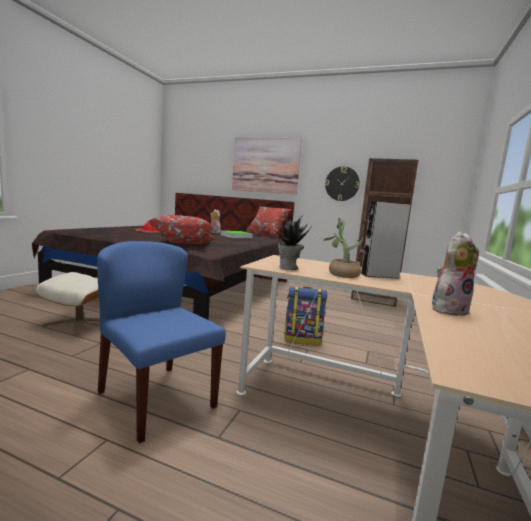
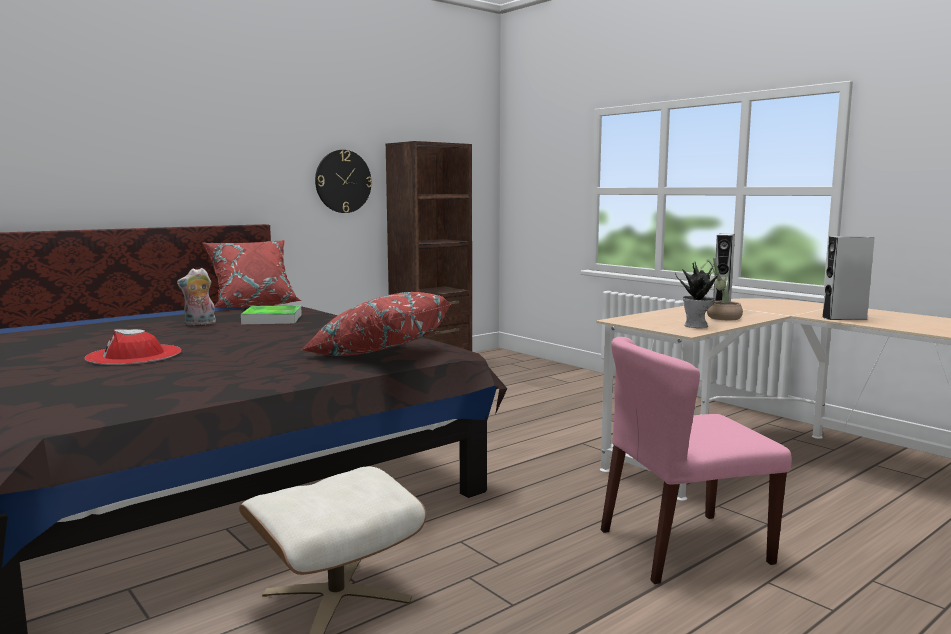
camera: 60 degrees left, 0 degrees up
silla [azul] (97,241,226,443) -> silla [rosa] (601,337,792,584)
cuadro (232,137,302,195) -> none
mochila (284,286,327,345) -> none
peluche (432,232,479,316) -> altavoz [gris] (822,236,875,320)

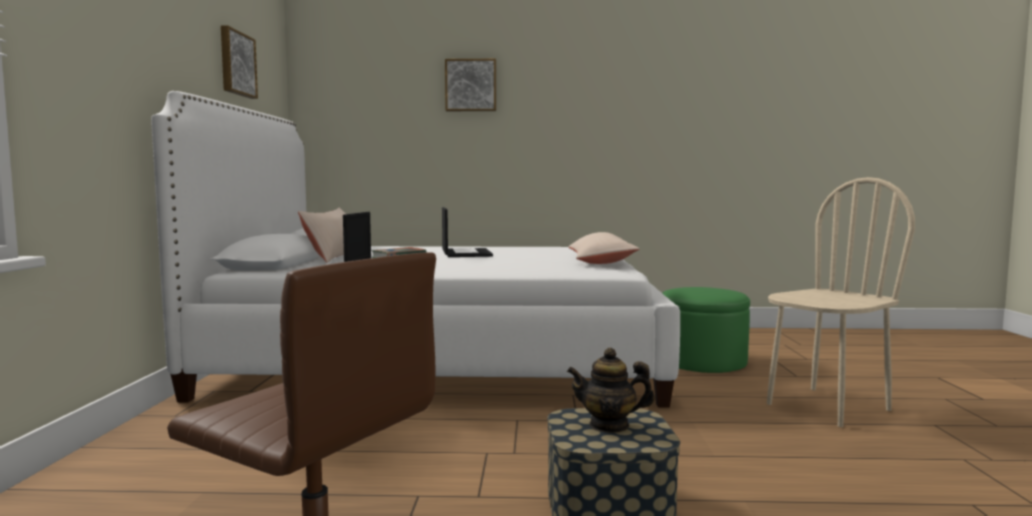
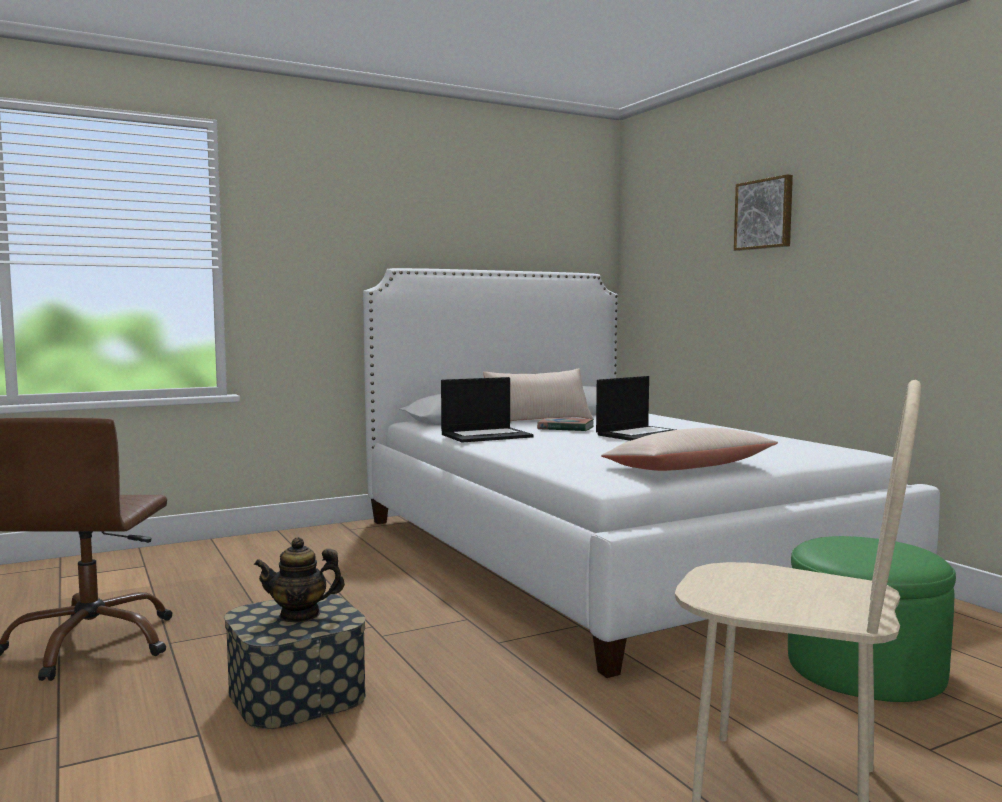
camera: 60 degrees right, 0 degrees up
cuadro (221,26,258,99) -> none
tetera (567,348,655,433) -> tetera (254,537,345,623), 75 degrees counterclockwise

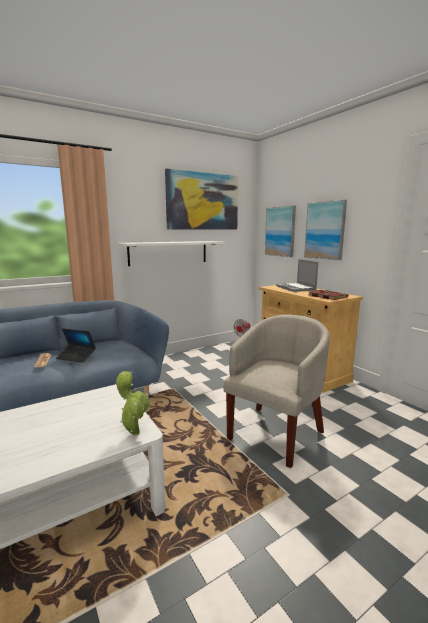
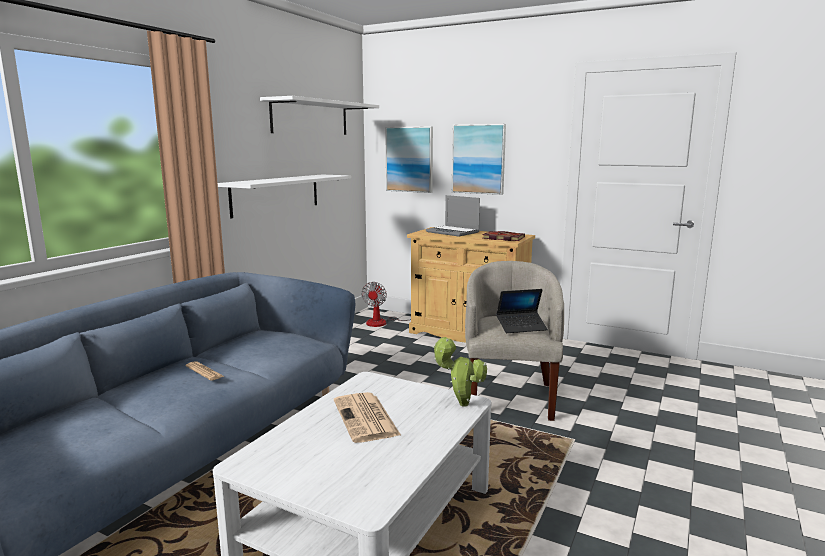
camera: 30 degrees left, 0 degrees up
portátil (56,328,96,363) -> portátil (496,289,548,333), shifted
cuadro (165,168,238,230) -> estante [blanco] (260,96,379,135)
none -> periódico (334,392,401,443)

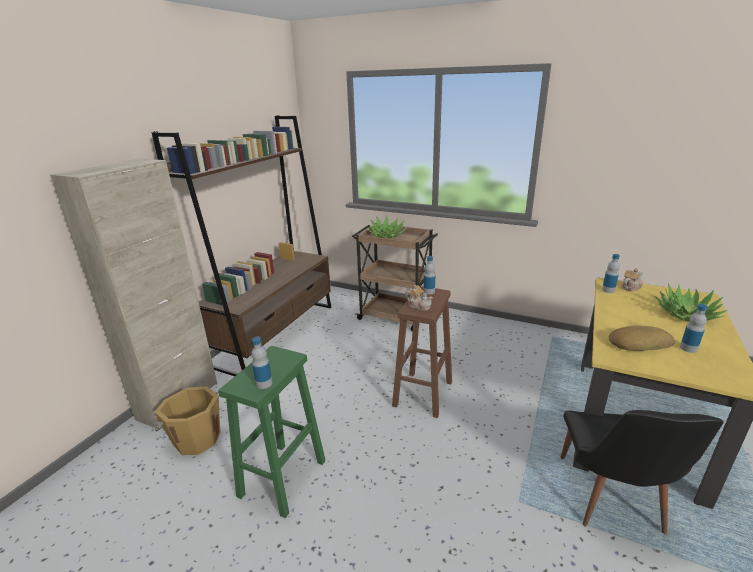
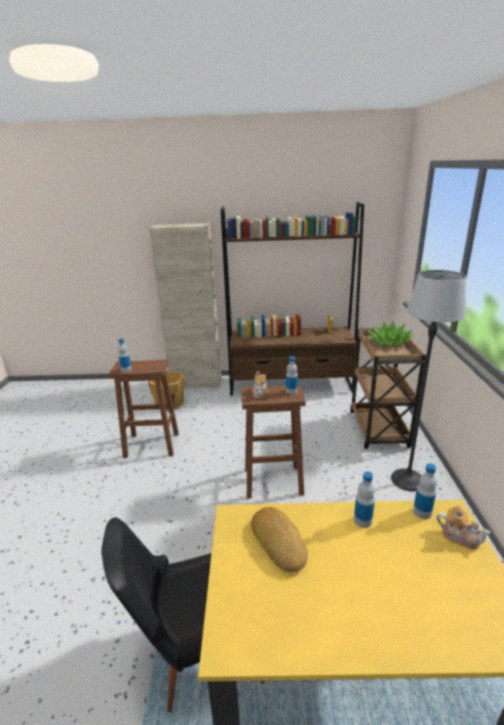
camera: 65 degrees right, 0 degrees up
taburete [verde] (218,346,326,518) -> taburete [marrón] (109,359,179,458)
planta en maceta (655,284,728,322) -> none
botella (680,304,708,353) -> botella (354,471,375,528), shifted
none -> lámpara de pie (391,270,466,492)

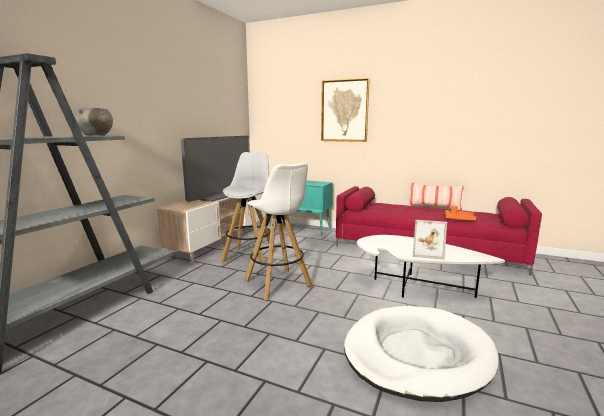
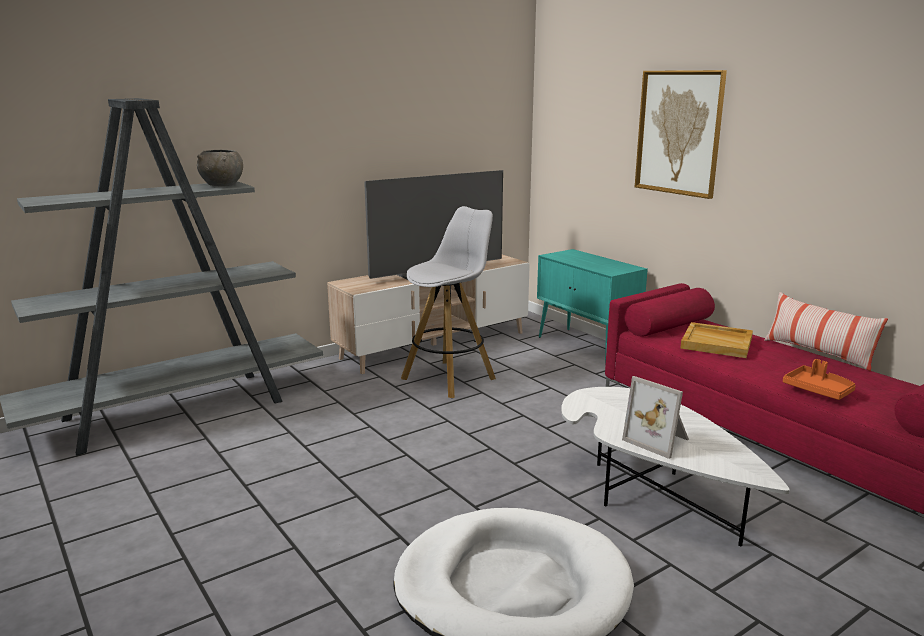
camera: 30 degrees right, 5 degrees up
taburete [blanco] (244,163,313,300) -> none
none -> bandeja [beis] (680,322,753,358)

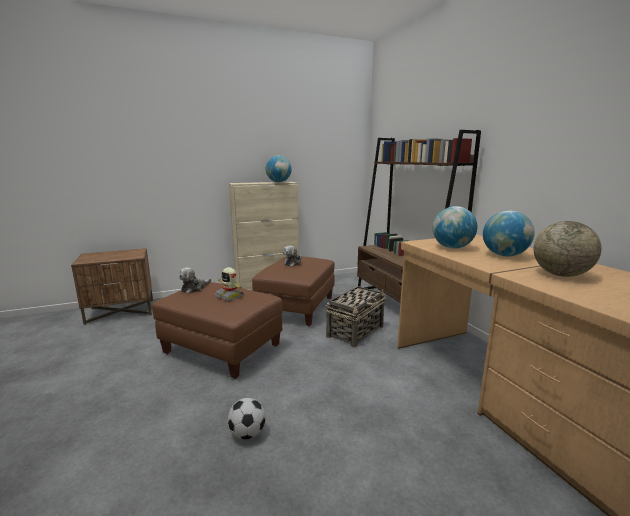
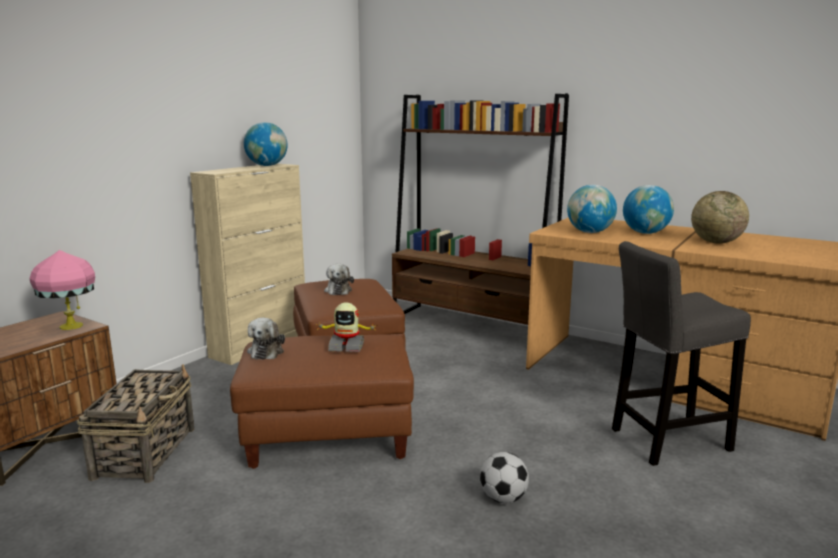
camera: 35 degrees left, 0 degrees up
cesta (325,286,386,347) -> cesta (77,364,194,483), shifted
none -> lámpara de mesa [rosa] (30,250,95,330)
none -> taburete [gris] (612,241,751,466)

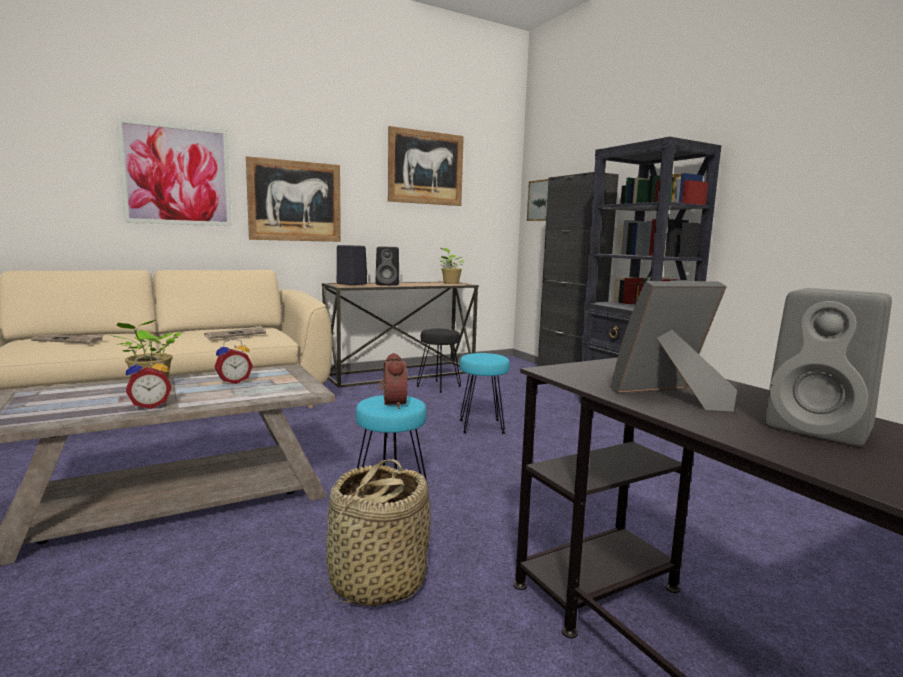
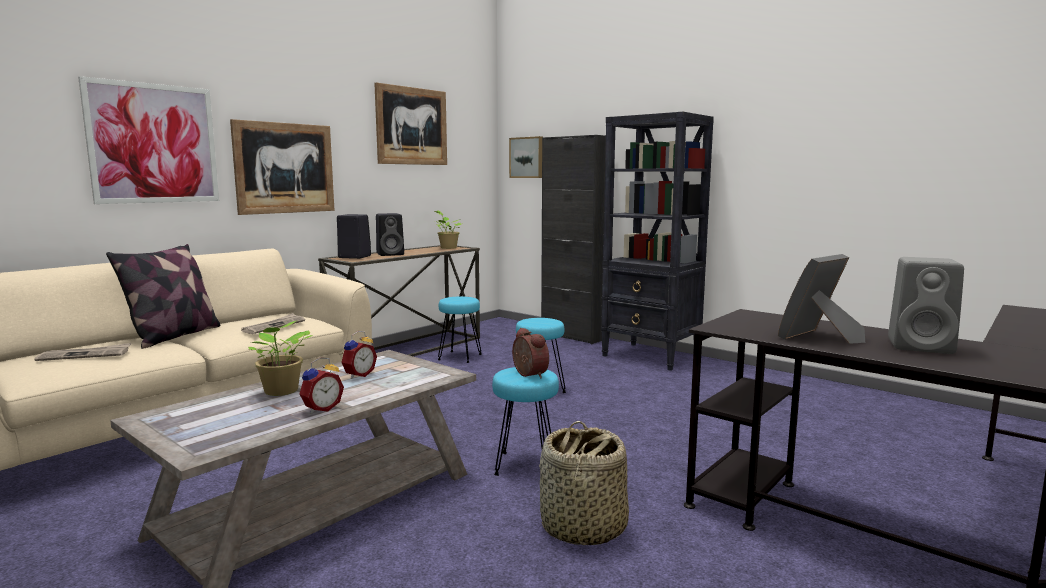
camera: 20 degrees left, 0 degrees up
taburete [negro] (416,328,461,393) -> taburete [turquesa] (438,296,482,363)
none -> cojín (106,244,220,349)

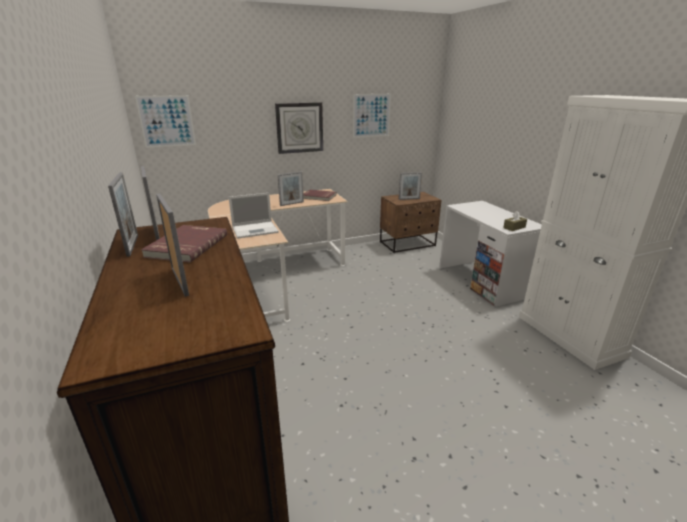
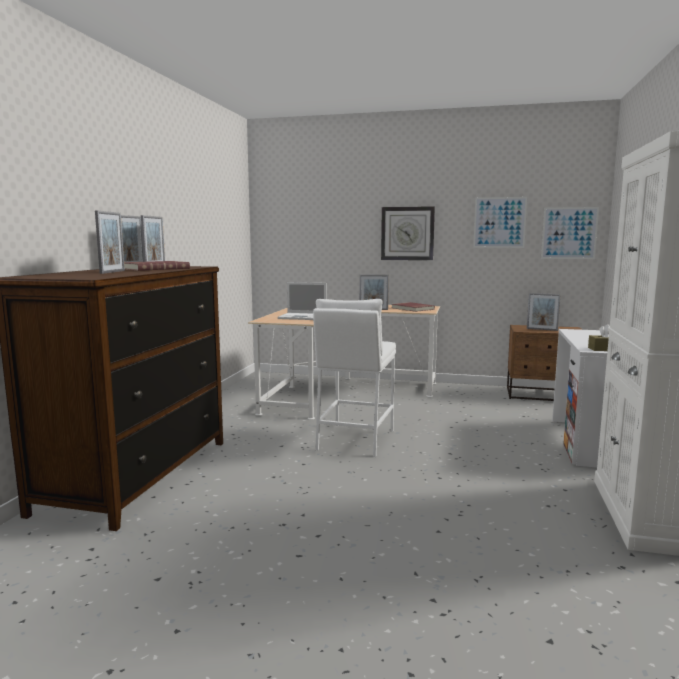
camera: 35 degrees right, 15 degrees down
cuadro (135,95,196,148) -> cuadro (541,207,599,259), shifted
none -> taburete [blanco] (313,299,396,457)

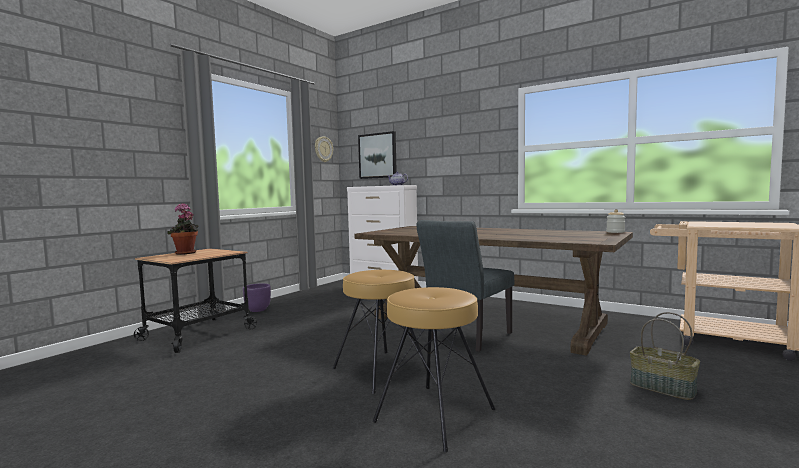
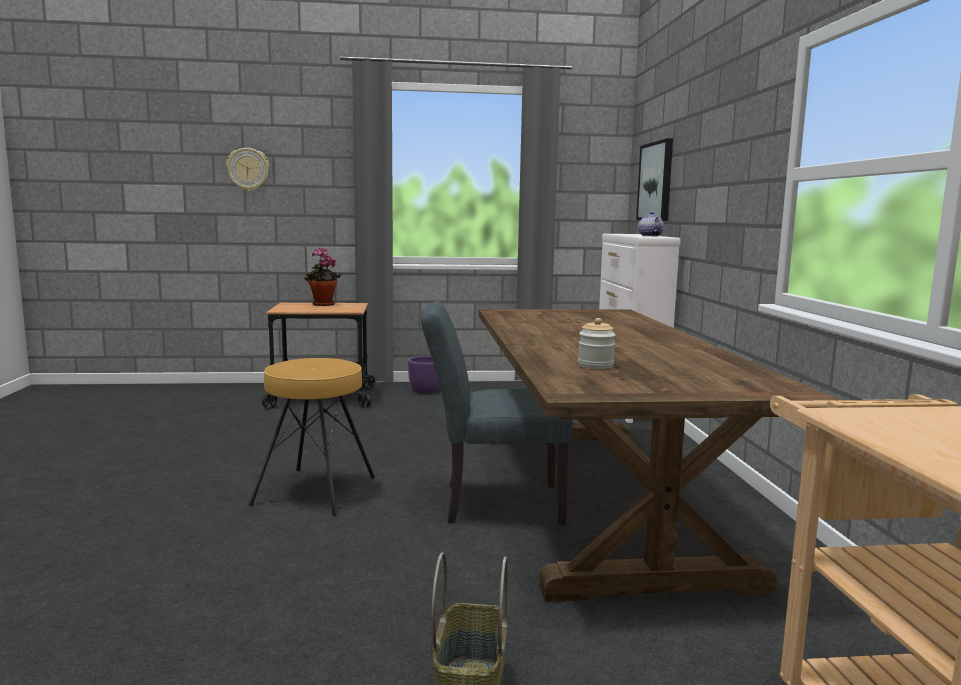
camera: 50 degrees right, 5 degrees up
reloj de pared (315,136,333,162) -> reloj de pared (226,148,270,191), shifted
taburete [marrón] (373,287,495,452) -> none
tarro (606,209,625,233) -> tarro (578,318,616,369), shifted

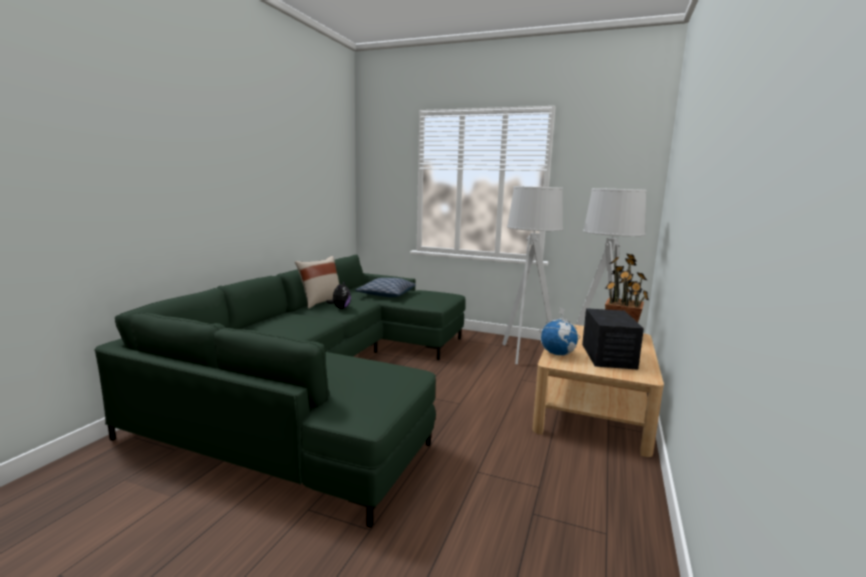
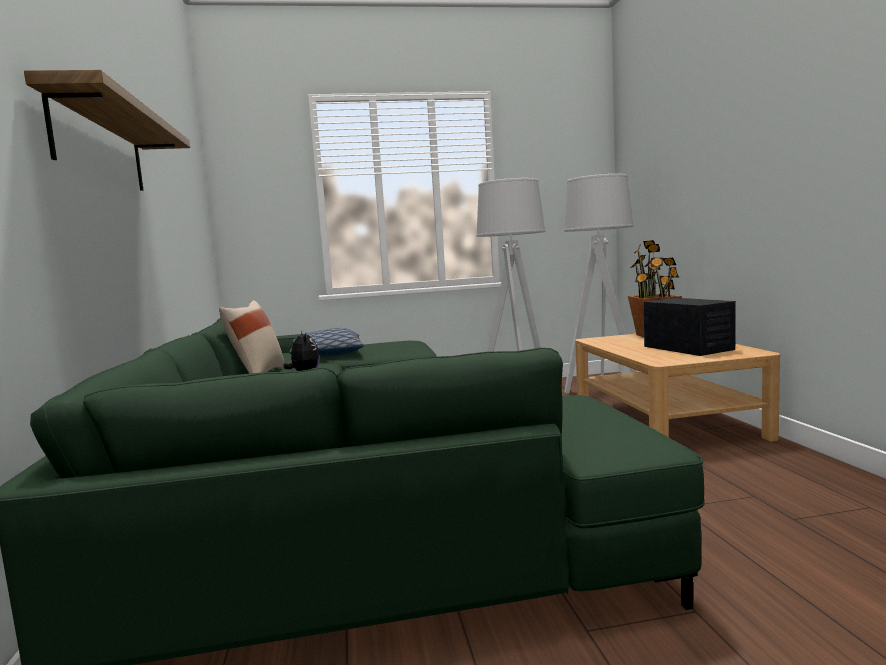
camera: 30 degrees left, 5 degrees down
globo terráqueo (539,308,580,356) -> none
none -> estante (24,70,190,191)

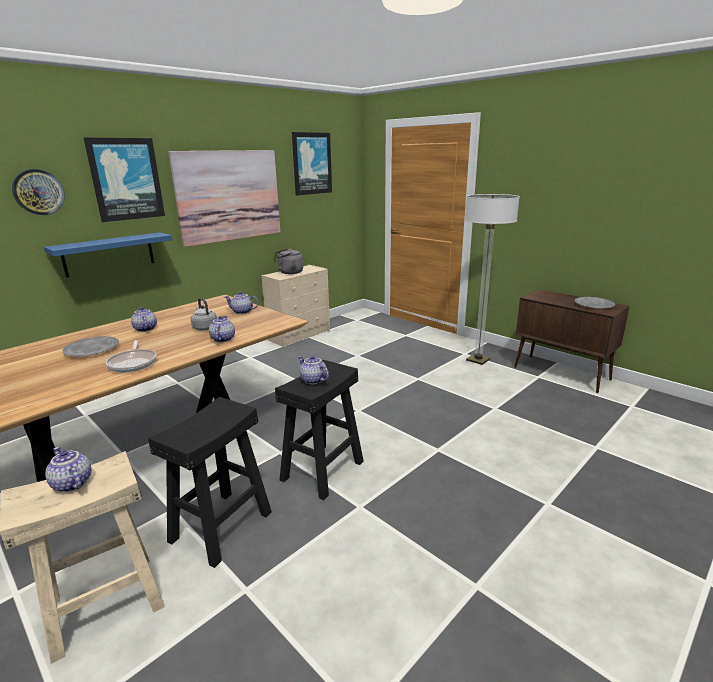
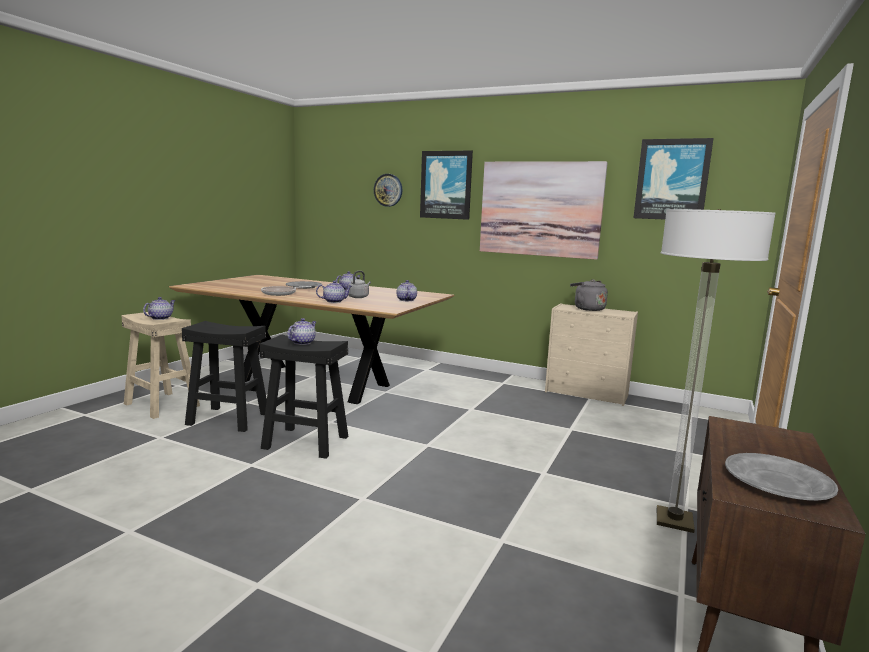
camera: 70 degrees right, 10 degrees down
estante [azul] (44,232,172,278) -> none

